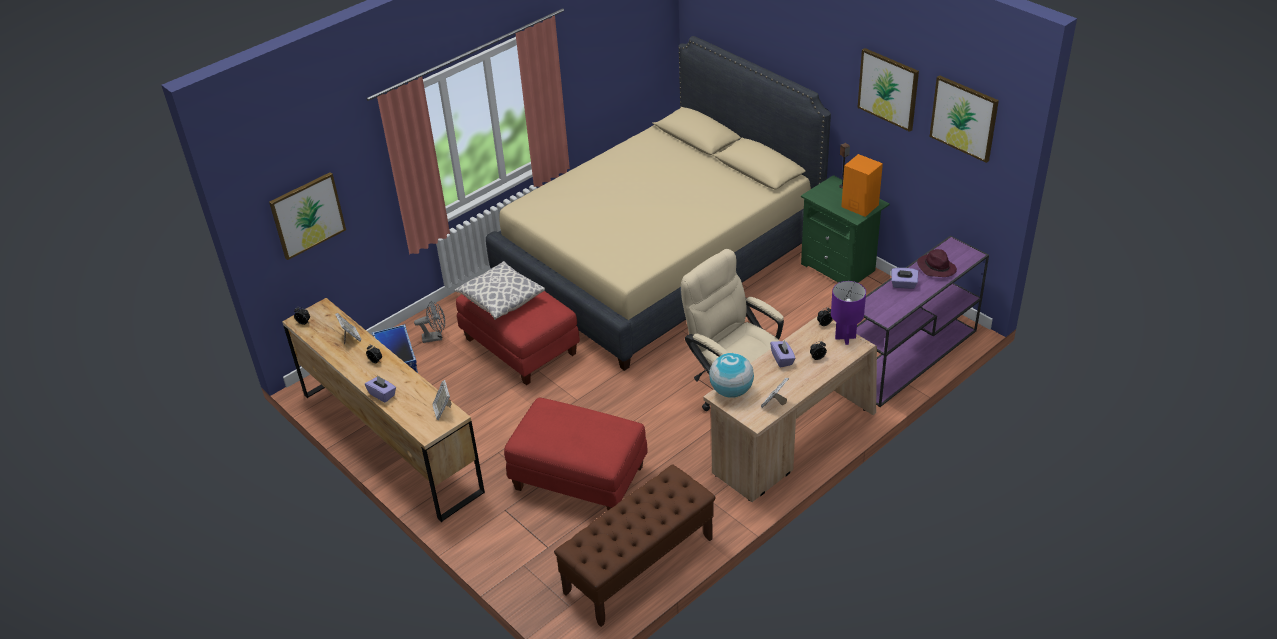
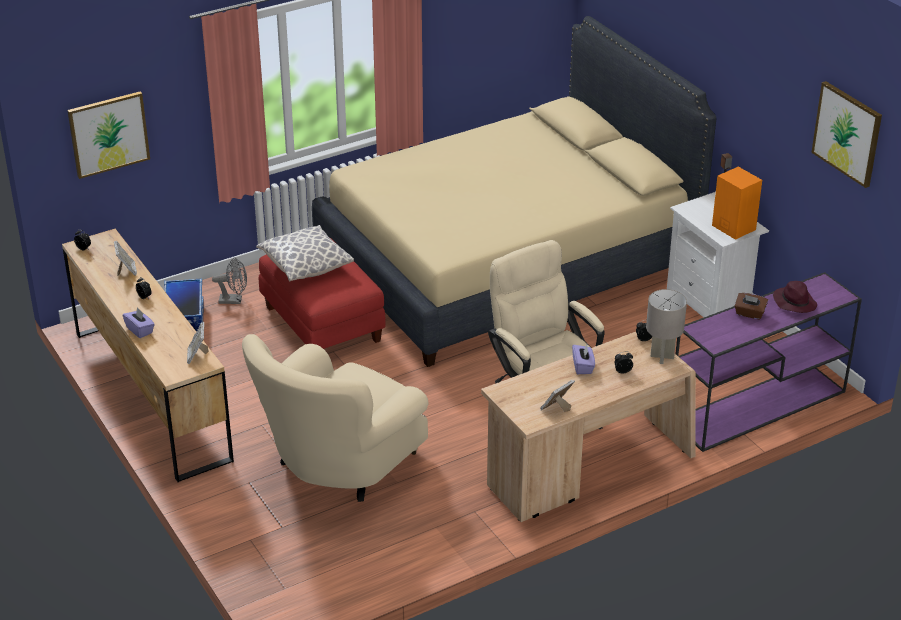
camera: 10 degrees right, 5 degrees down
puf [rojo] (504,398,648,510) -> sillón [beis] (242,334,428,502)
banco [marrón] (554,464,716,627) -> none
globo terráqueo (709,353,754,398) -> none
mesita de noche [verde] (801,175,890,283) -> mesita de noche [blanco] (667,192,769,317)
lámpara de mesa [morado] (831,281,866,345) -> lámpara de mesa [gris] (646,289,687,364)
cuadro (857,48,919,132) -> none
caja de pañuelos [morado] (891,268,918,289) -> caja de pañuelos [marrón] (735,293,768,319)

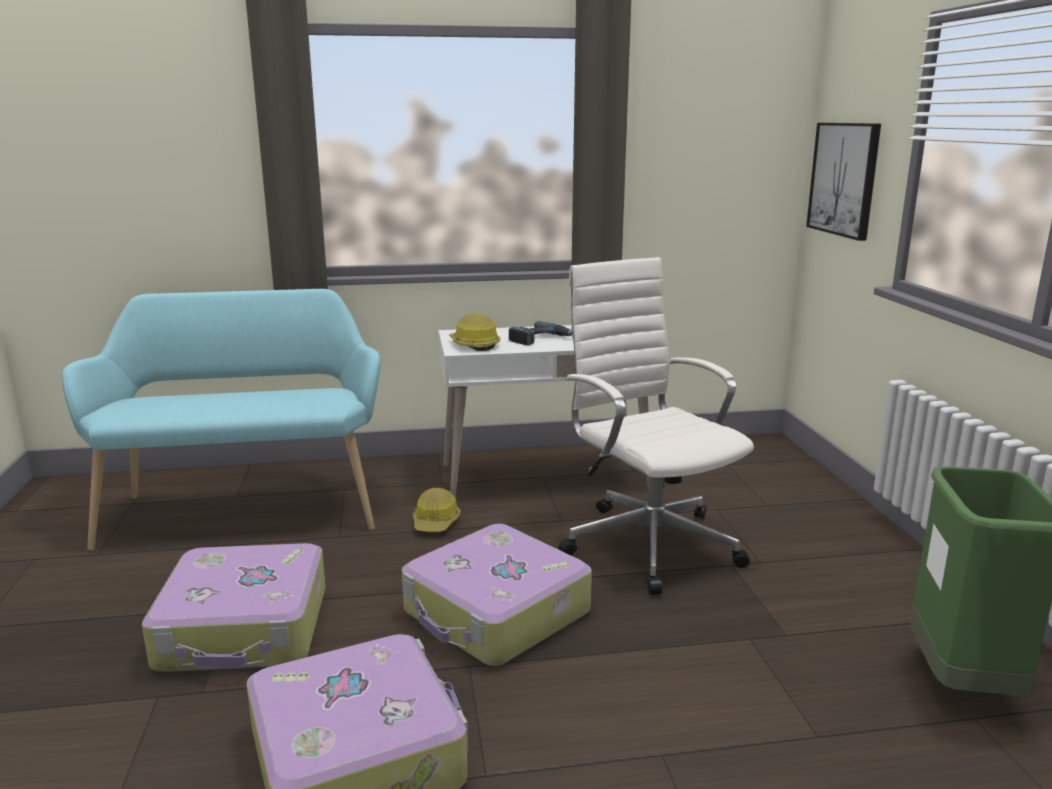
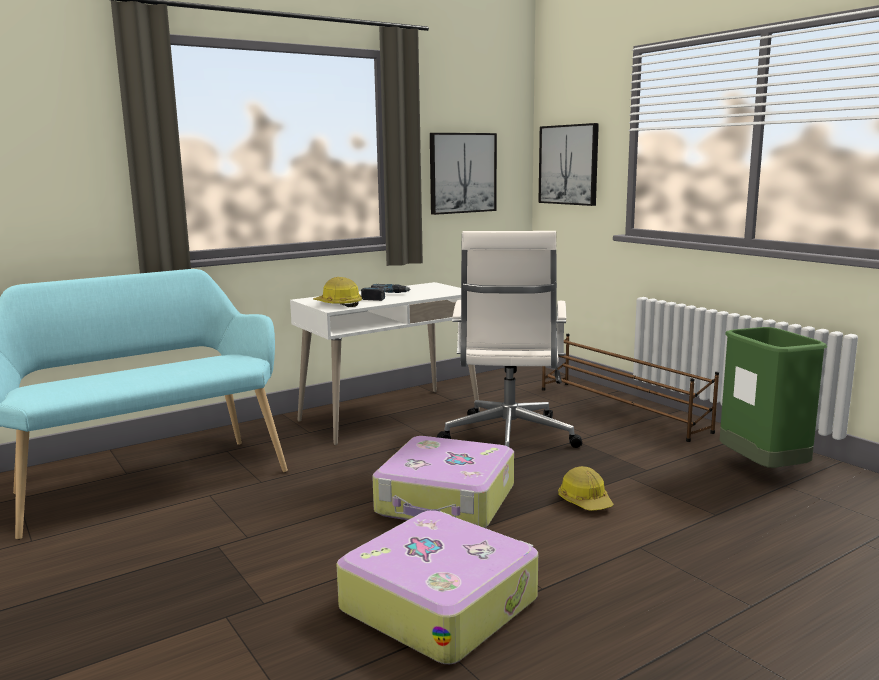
camera: 25 degrees left, 5 degrees down
maleta (142,543,326,672) -> none
casco (413,488,461,532) -> casco (558,466,614,511), shifted
silla de oficina [blanco] (559,257,754,595) -> silla de oficina [blanco] (437,231,582,448), 120 degrees counterclockwise
none -> cuadro (430,133,497,215)
none -> zapatero [marrón] (542,334,719,442)

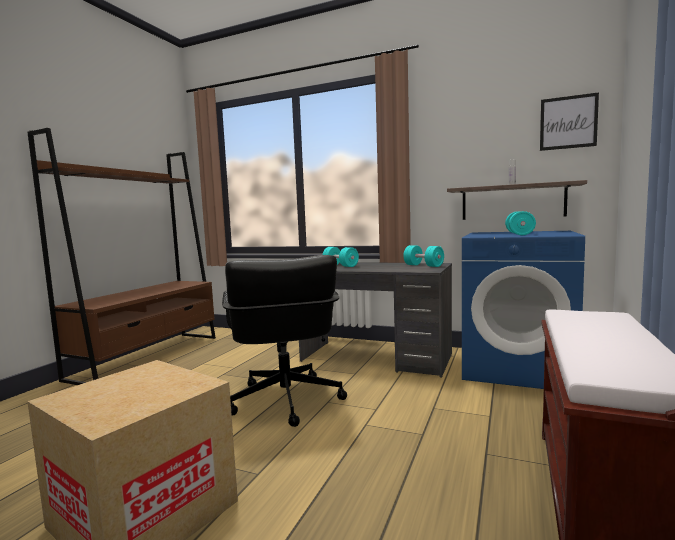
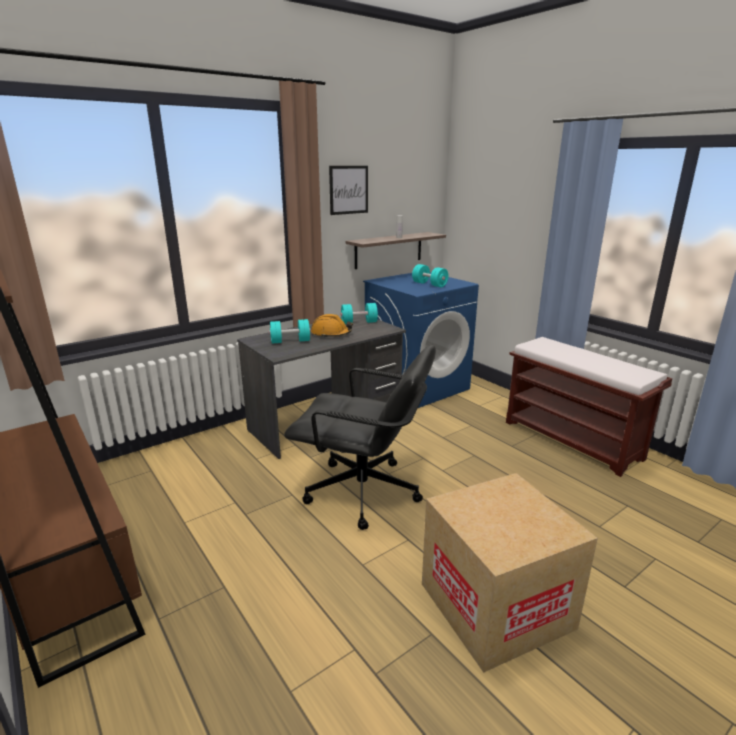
camera: 60 degrees left, 15 degrees up
cuadro (540,92,599,151) -> cuadro (329,166,368,215), shifted
none -> casco [naranja] (311,314,353,338)

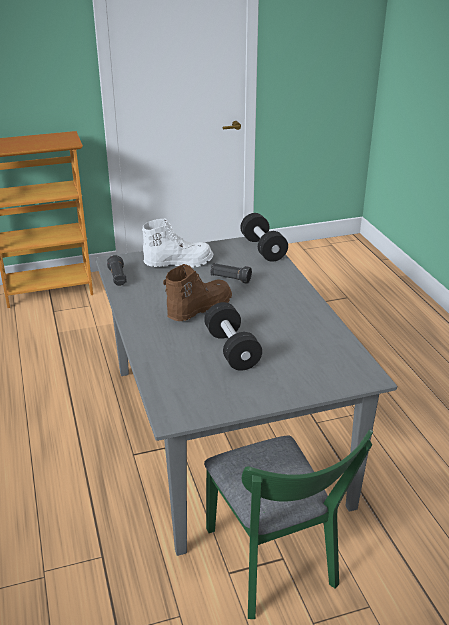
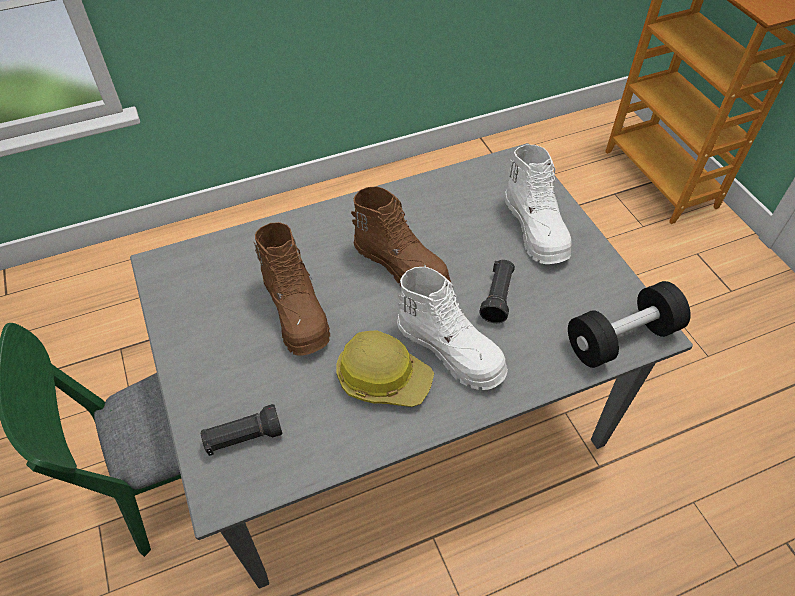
camera: 85 degrees right, 20 degrees up
linterna [negro] (107,255,127,286) -> linterna [negro] (201,404,282,456), shifted
mancuerna [negro] (204,302,262,371) -> bota [marrón] (253,222,330,356)
none -> casco (336,330,434,407)
none -> bota [blanco] (397,267,508,390)

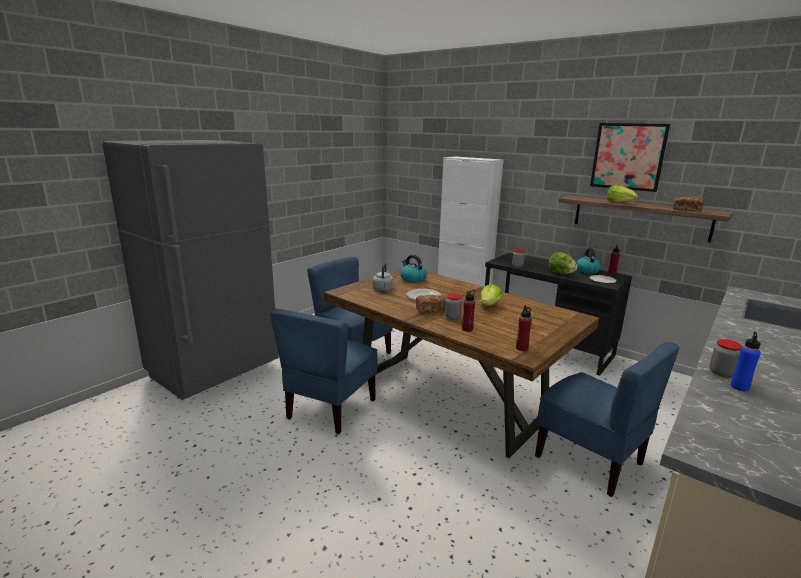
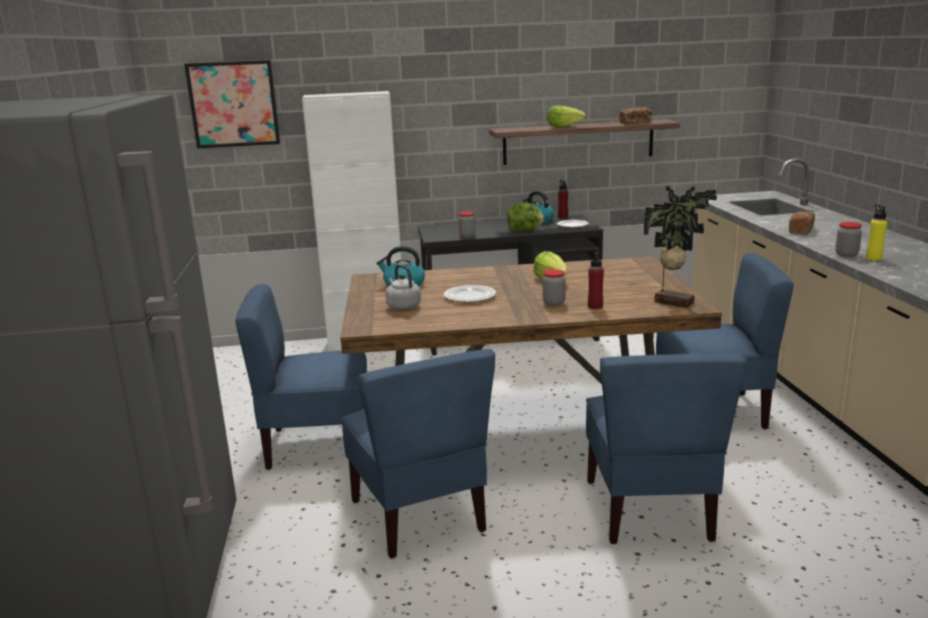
camera: 45 degrees left, 0 degrees up
pan (416,295,446,313) -> pan (789,211,815,235), shifted
botella [rojo] (516,305,532,351) -> planta en maceta (644,186,717,308)
cuadro (590,123,670,192) -> cuadro (184,60,280,149), shifted
botella [azul] (731,332,761,392) -> botella [amarillo] (866,204,887,261)
none -> silla [azul] (586,353,747,544)

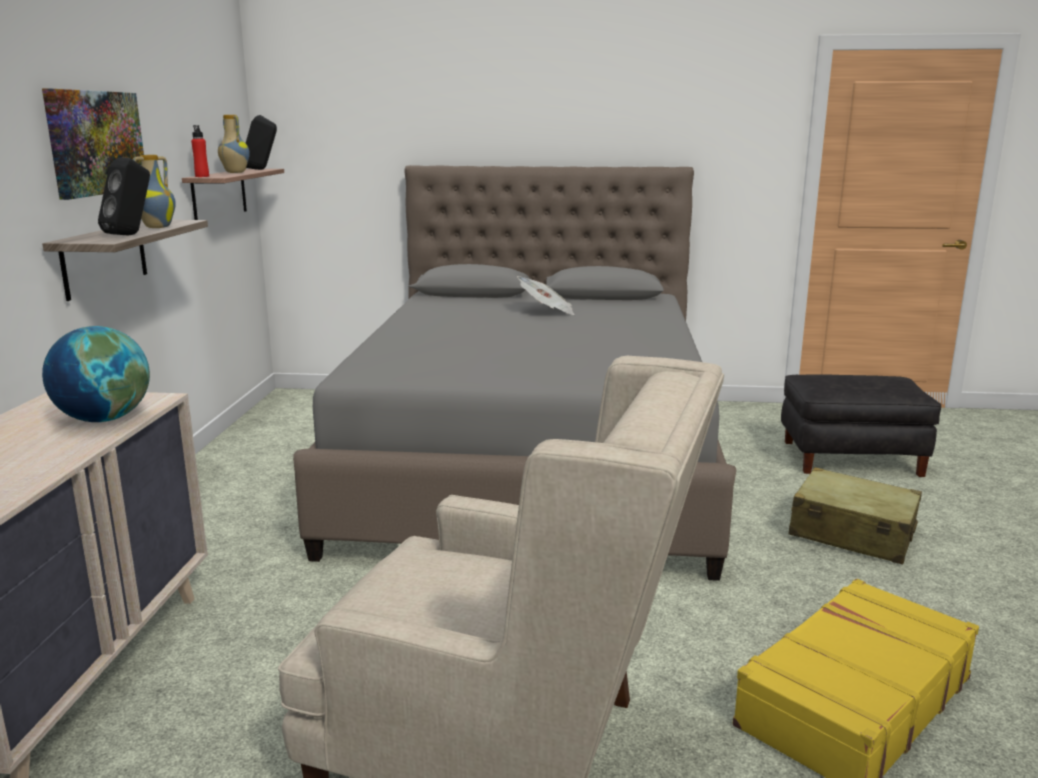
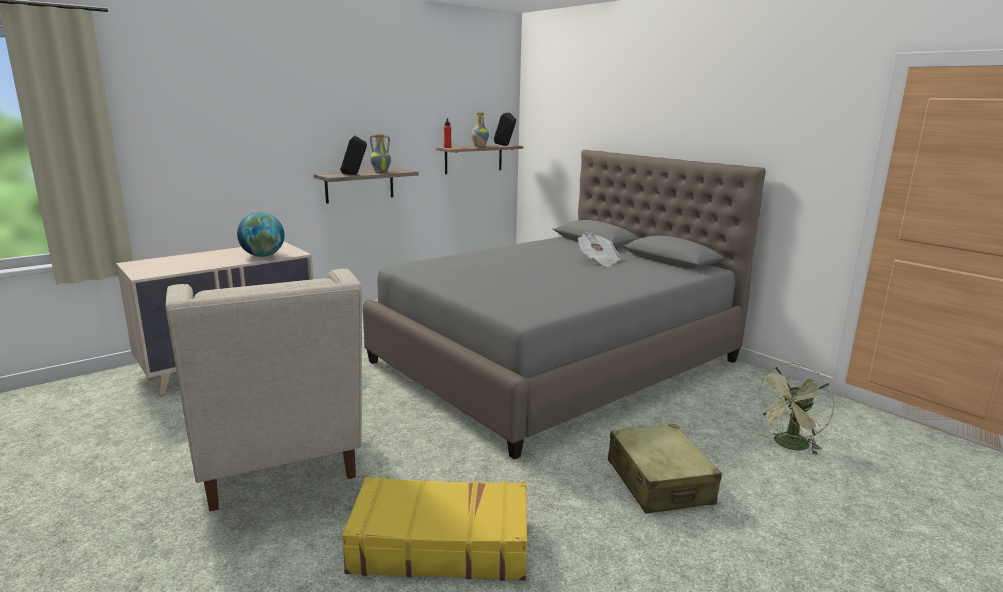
camera: 45 degrees right, 0 degrees up
cuadro (42,89,144,200) -> none
puf [negro] (781,374,941,477) -> ventilador [verde] (754,363,835,455)

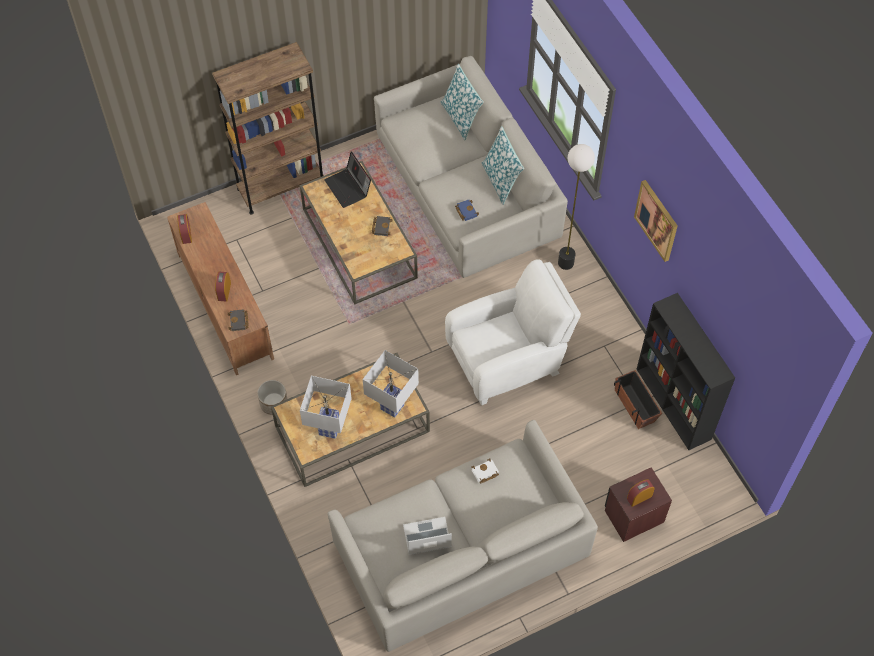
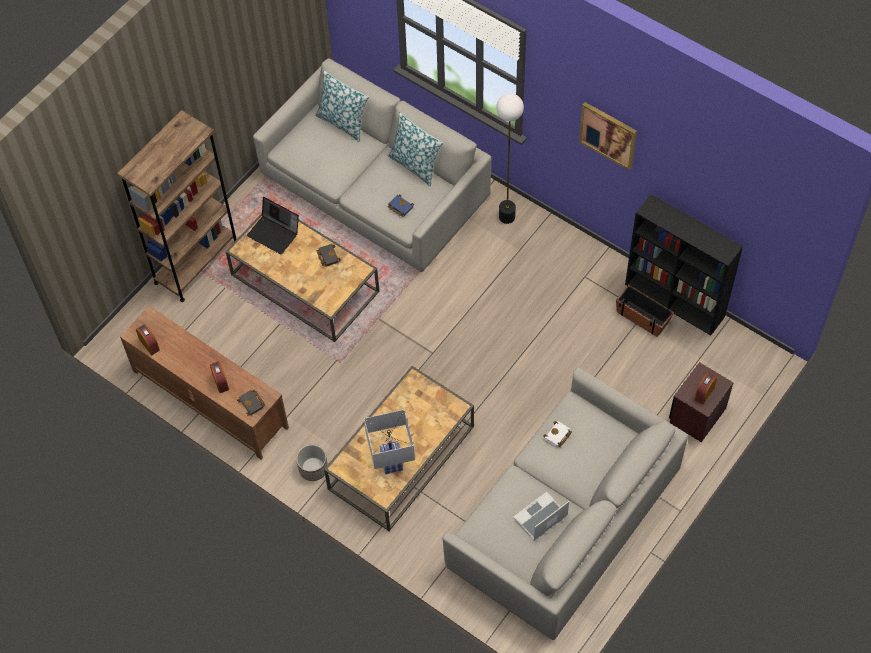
camera: 25 degrees left, 0 degrees up
lámpara de mesa [blanco] (363,350,419,418) -> none
sillón [blanco] (445,259,581,405) -> none

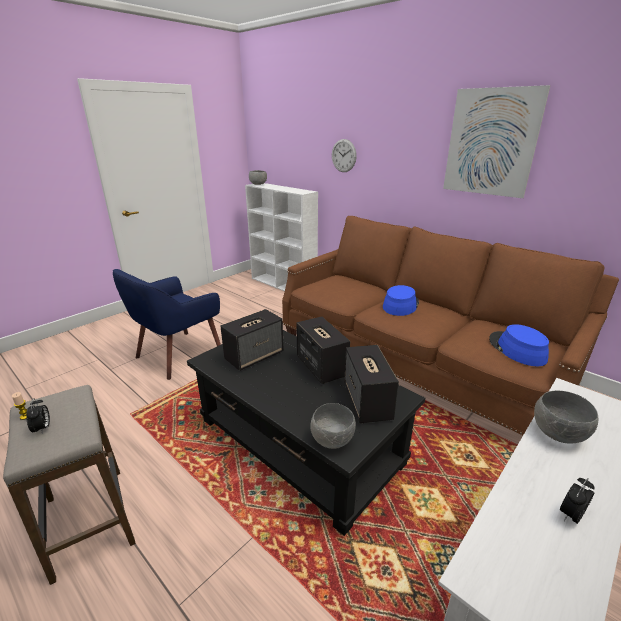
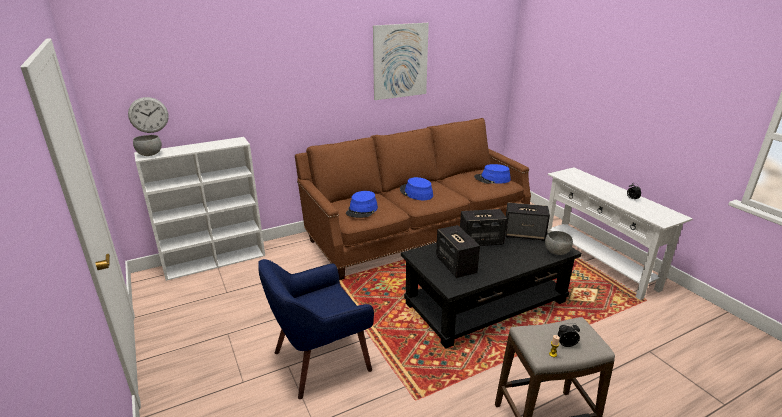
camera: 70 degrees left, 0 degrees up
sillón [azul] (113,269,221,380) -> sillón [azul] (258,259,374,399), 90 degrees clockwise
reloj de pared (332,139,357,172) -> reloj de pared (128,97,169,133), shifted
cuenco [gris] (534,391,598,444) -> none
none -> sombrero [azul] (346,191,378,218)

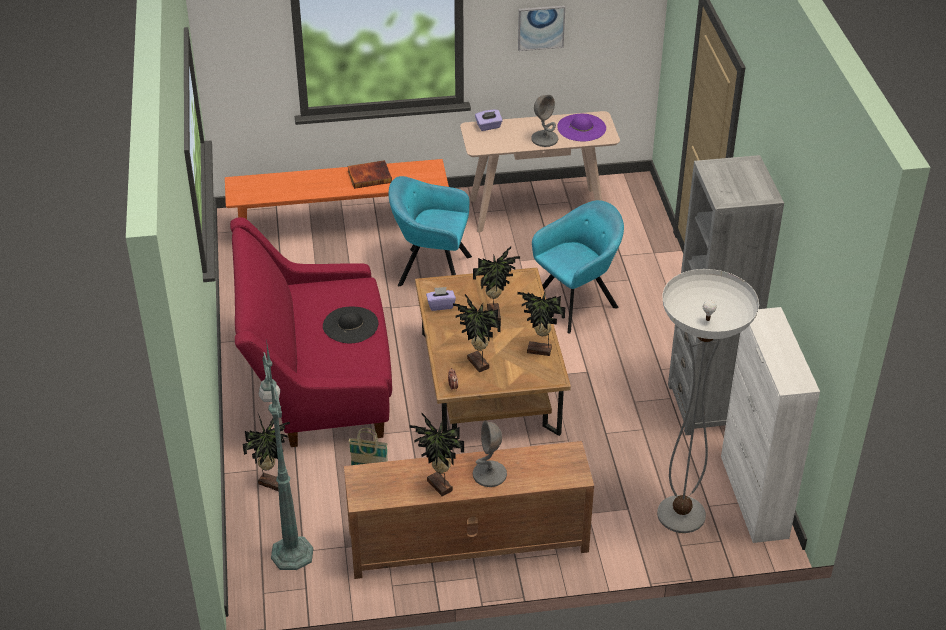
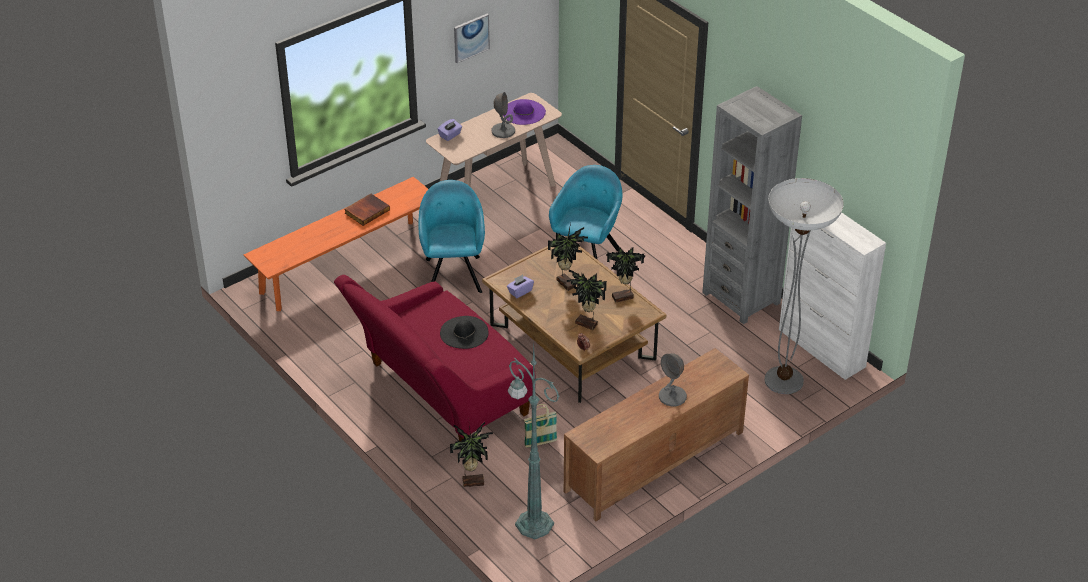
camera: 30 degrees left, 0 degrees up
sillón [turquesa] (389,176,472,286) -> sillón [turquesa] (418,180,485,293), 105 degrees clockwise
planta en maceta (410,412,464,496) -> none

